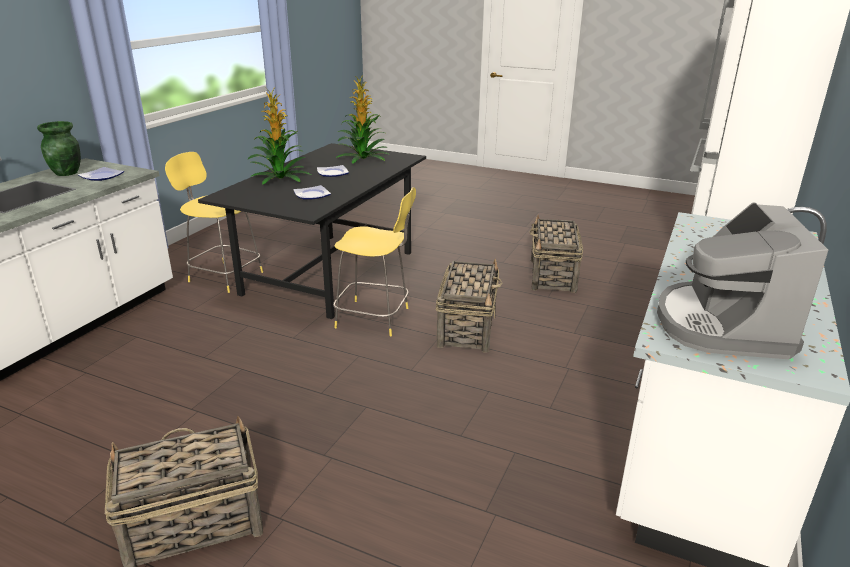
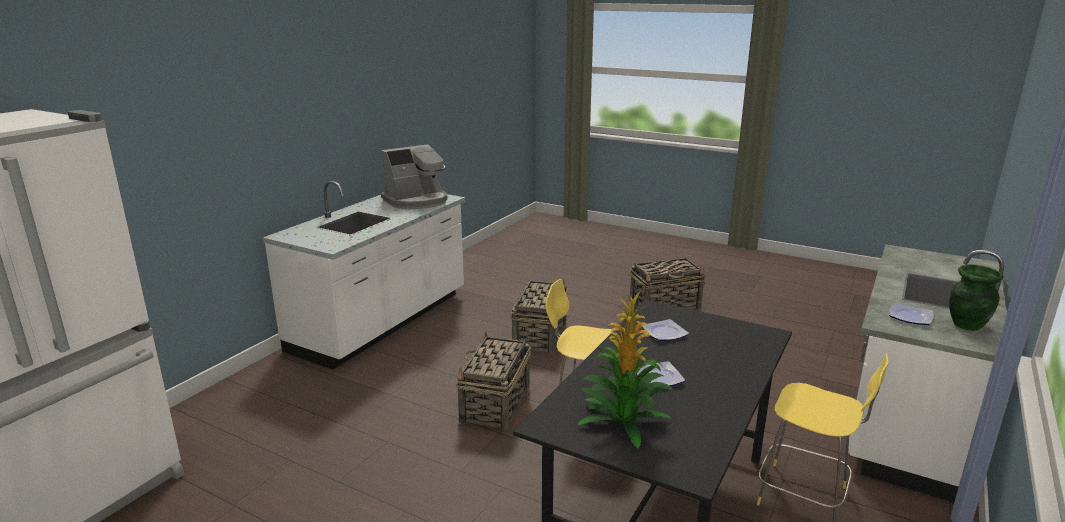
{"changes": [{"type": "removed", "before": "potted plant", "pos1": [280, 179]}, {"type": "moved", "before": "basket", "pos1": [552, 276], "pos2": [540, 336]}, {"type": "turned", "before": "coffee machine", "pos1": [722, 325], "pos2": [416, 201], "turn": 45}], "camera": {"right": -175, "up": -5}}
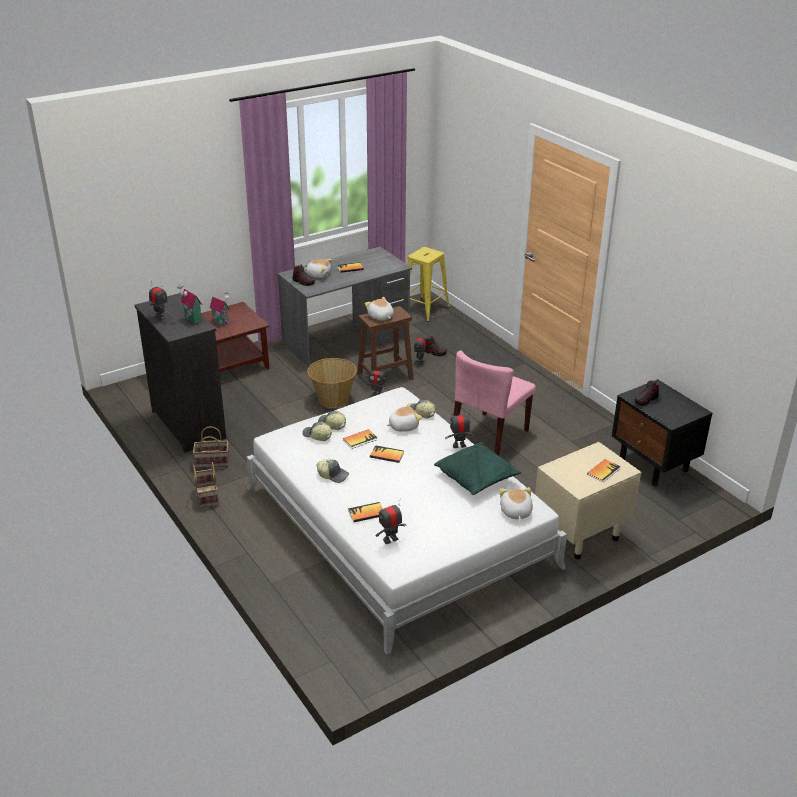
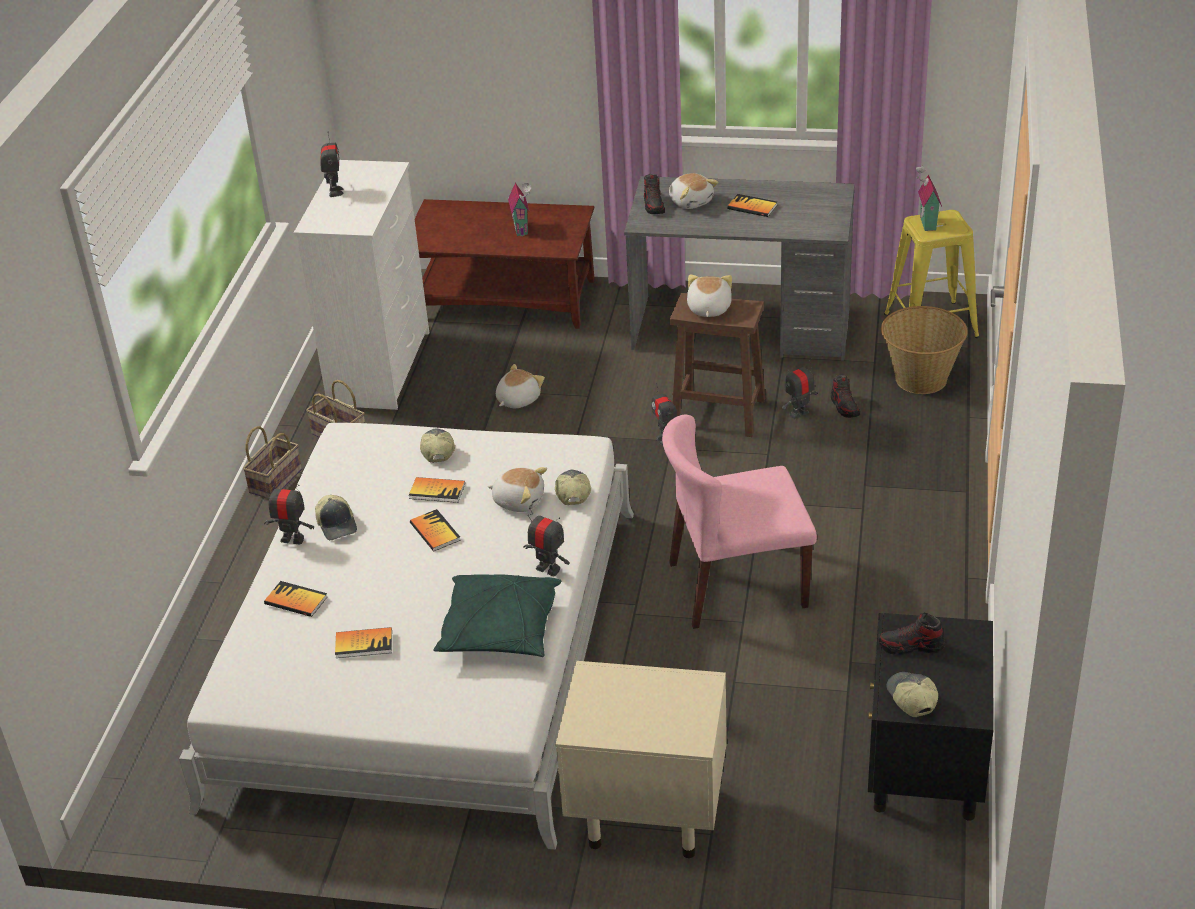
{"changes": [{"type": "recoloured", "before": "dresser (black)", "after": "dresser (white)", "pos1": [188, 424], "pos2": [381, 367]}, {"type": "moved", "before": "toy house", "pos1": [192, 320], "pos2": [926, 224]}, {"type": "moved", "before": "cap", "pos1": [317, 436], "pos2": [911, 698]}, {"type": "moved", "before": "basket", "pos1": [333, 399], "pos2": [920, 378]}, {"type": "moved", "before": "toy robot", "pos1": [390, 539], "pos2": [292, 539]}, {"type": "moved", "before": "plush toy", "pos1": [515, 512], "pos2": [517, 400]}, {"type": "moved", "before": "book", "pos1": [603, 471], "pos2": [364, 644]}], "camera": {"right": 45, "up": 5}}
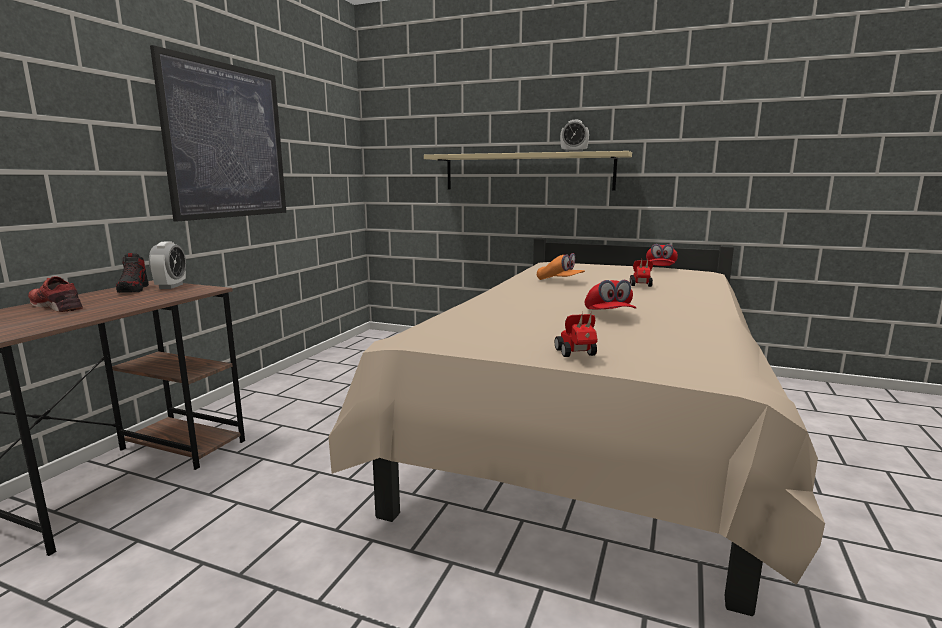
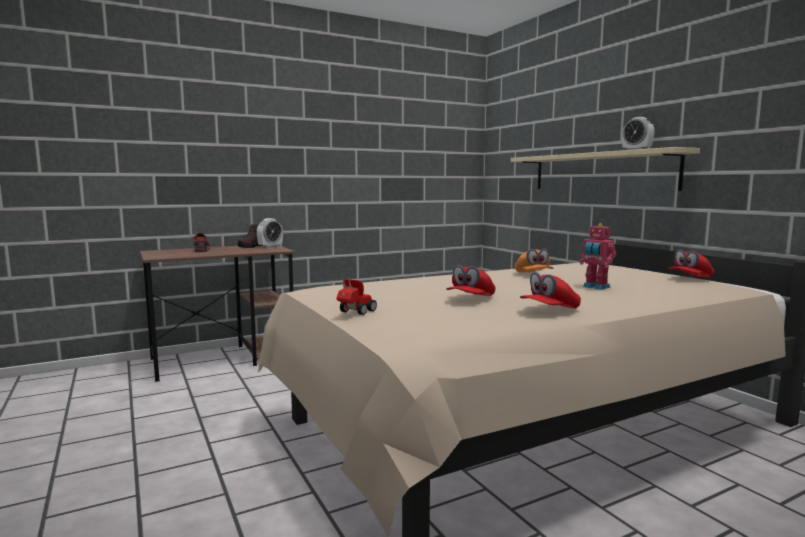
{"changes": [{"type": "removed", "before": "picture", "pos1": [227, 142]}, {"type": "replaced", "before": "toy car", "after": "toy robot", "pos1": [641, 286], "pos2": [595, 287]}, {"type": "added", "after": "cap (red)", "pos2": [549, 310]}], "camera": {"right": 40, "up": -5}}
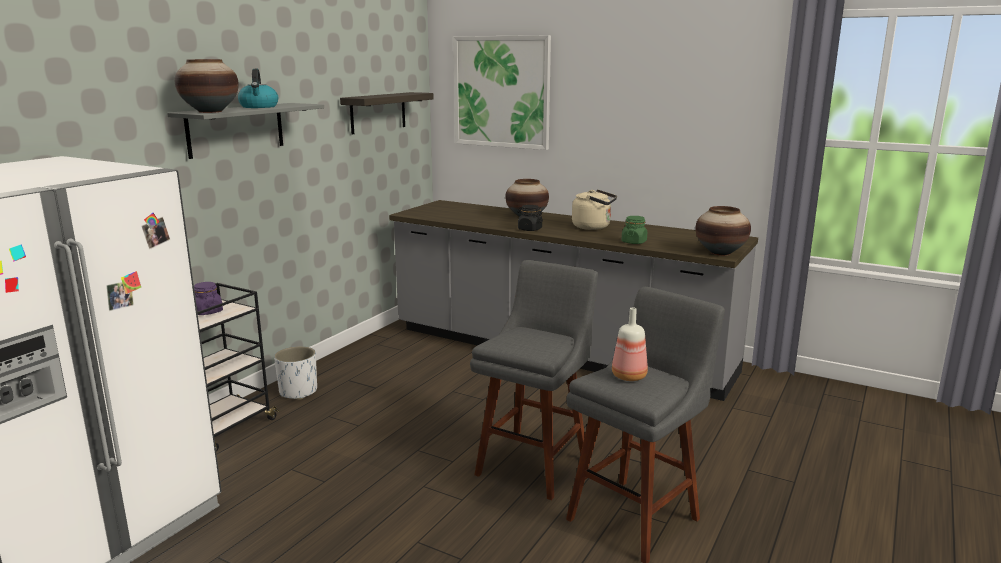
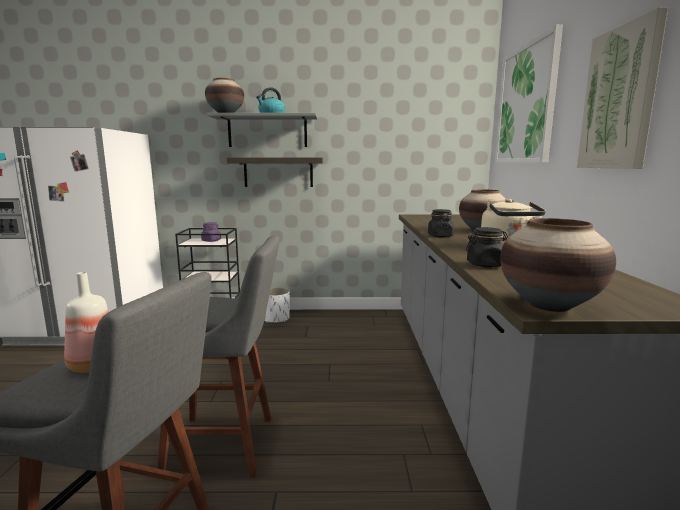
{"changes": [{"type": "moved", "before": "shelf", "pos1": [378, 112], "pos2": [278, 172]}, {"type": "recoloured", "before": "jar (green)", "after": "jar (black)", "pos1": [634, 242], "pos2": [485, 264]}, {"type": "added", "after": "picture", "pos2": [620, 99]}], "camera": {"right": 60, "up": -5}}
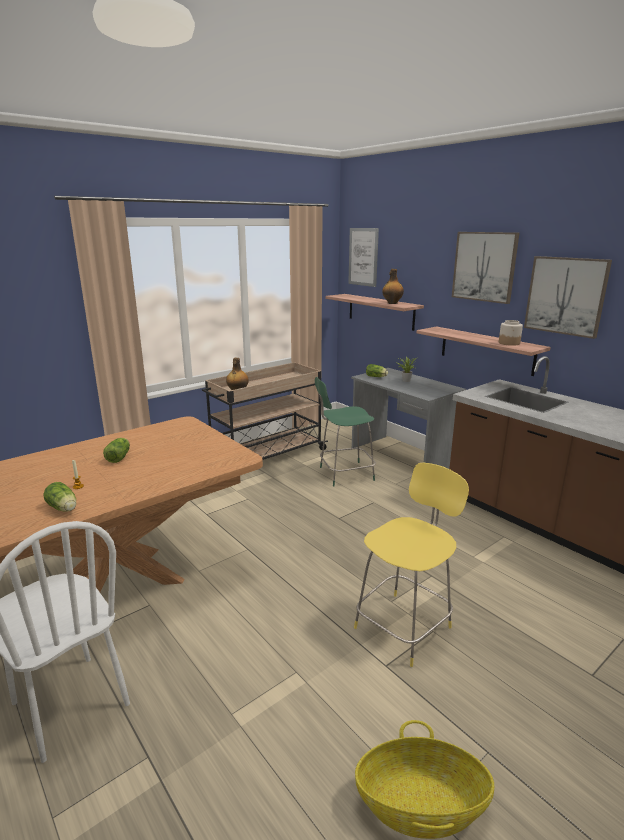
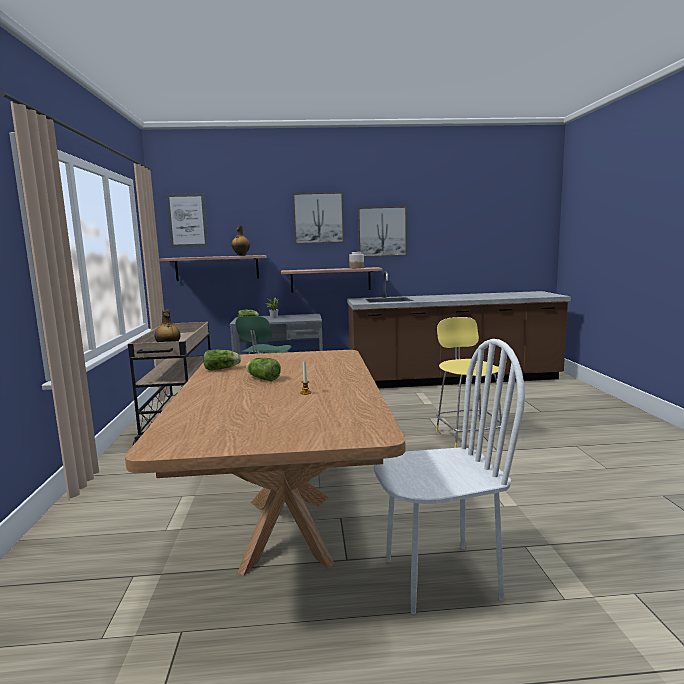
{"changes": [{"type": "moved", "before": "lettuce", "pos1": [63, 508], "pos2": [223, 369]}, {"type": "removed", "before": "basket", "pos1": [420, 805]}], "camera": {"right": -55, "up": -10}}
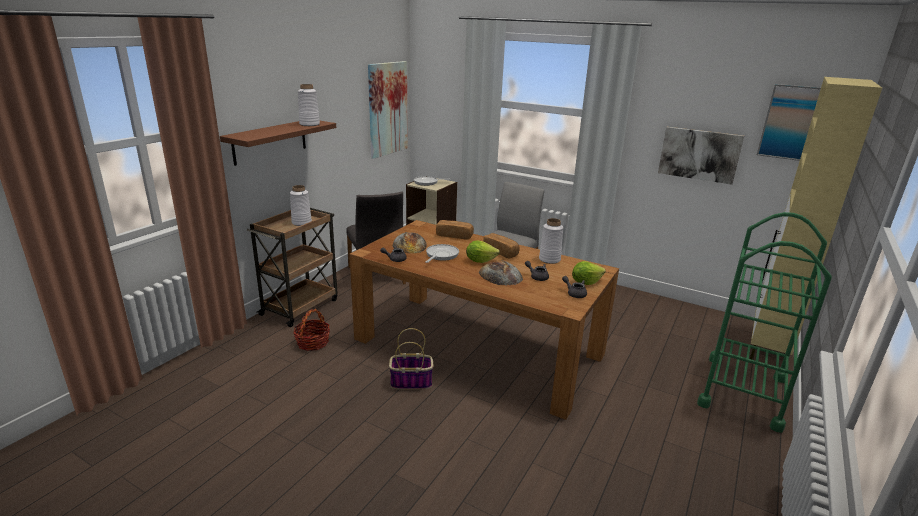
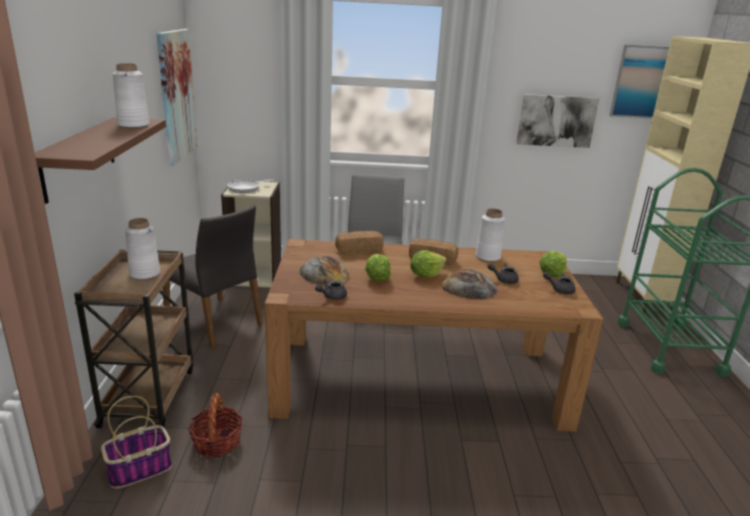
{"changes": [{"type": "moved", "before": "basket", "pos1": [412, 382], "pos2": [140, 469]}, {"type": "replaced", "before": "frying pan", "after": "lettuce", "pos1": [441, 255], "pos2": [376, 278]}], "camera": {"right": -30, "up": 0}}
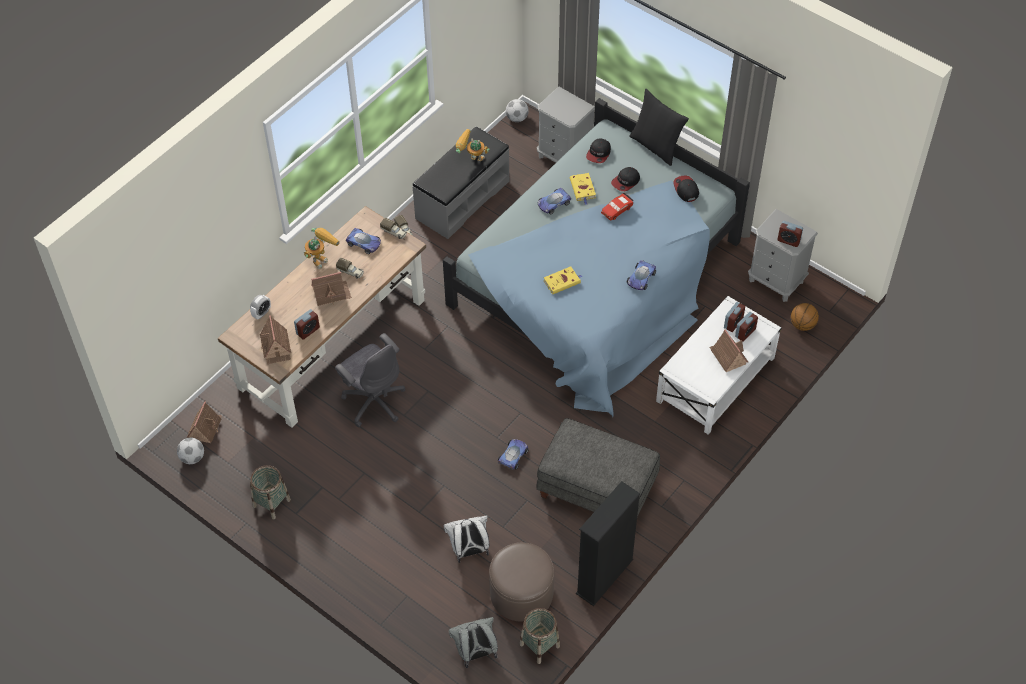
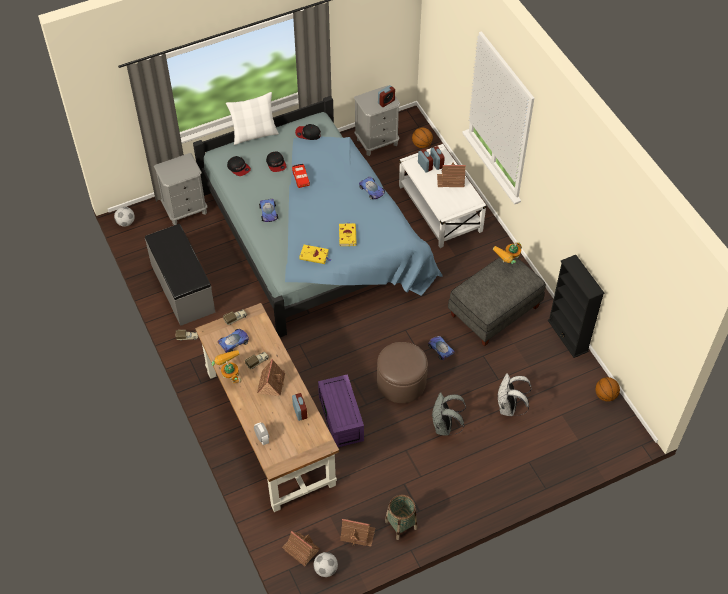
{"changes": [{"type": "moved", "before": "toy house", "pos1": [276, 347], "pos2": [357, 534]}, {"type": "replaced", "before": "office chair (grey)", "after": "storage box (purple)", "pos1": [374, 401], "pos2": [342, 419]}, {"type": "moved", "before": "backpack (grey)", "pos1": [475, 653], "pos2": [444, 427]}, {"type": "moved", "before": "toy robot", "pos1": [471, 160], "pos2": [507, 264]}, {"type": "moved", "before": "ottoman (brown)", "pos1": [521, 593], "pos2": [401, 382]}, {"type": "replaced", "before": "basket", "after": "basketball", "pos1": [539, 645], "pos2": [605, 395]}, {"type": "moved", "before": "book (yellow)", "pos1": [583, 189], "pos2": [315, 256]}, {"type": "recoloured", "before": "pillow (black)", "after": "pillow (white)", "pos1": [655, 146], "pos2": [254, 134]}], "camera": {"right": -65, "up": 0}}
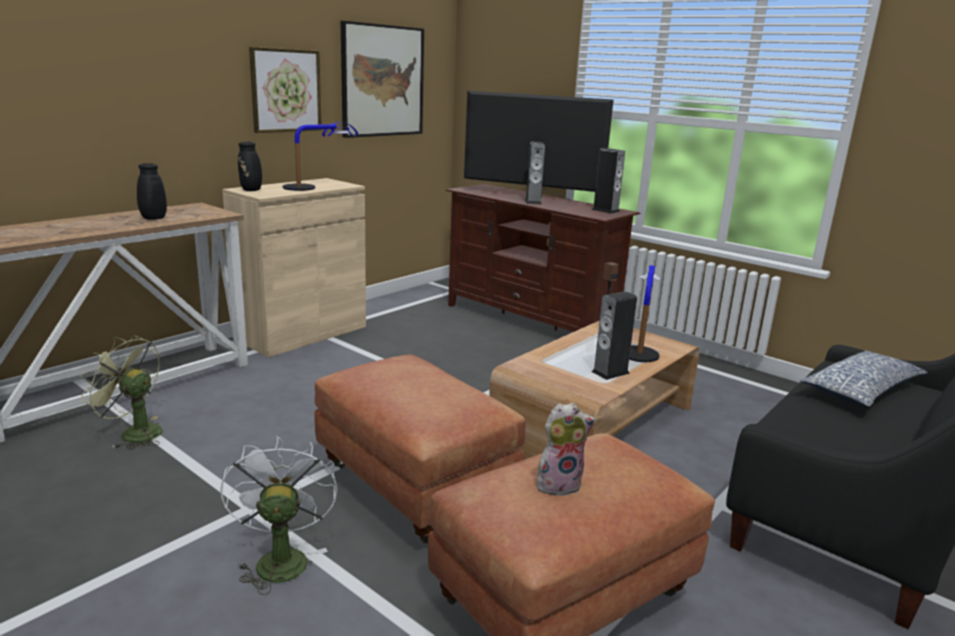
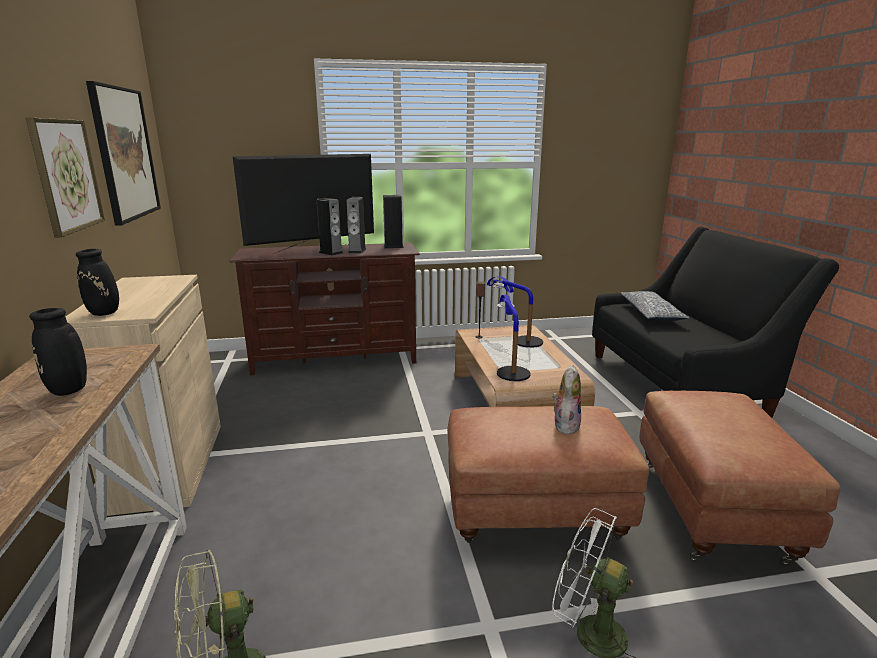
{"changes": [{"type": "moved", "before": "table lamp", "pos1": [314, 186], "pos2": [510, 366]}, {"type": "moved", "before": "plush toy", "pos1": [559, 484], "pos2": [565, 425]}, {"type": "moved", "before": "speaker", "pos1": [610, 372], "pos2": [357, 251]}], "camera": {"right": -50, "up": 0}}
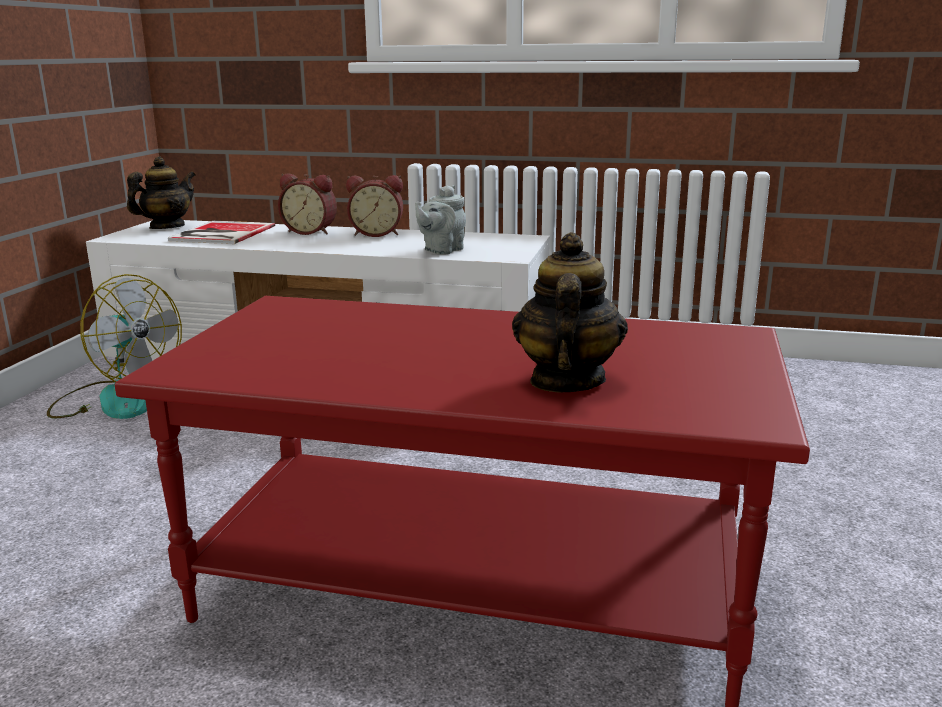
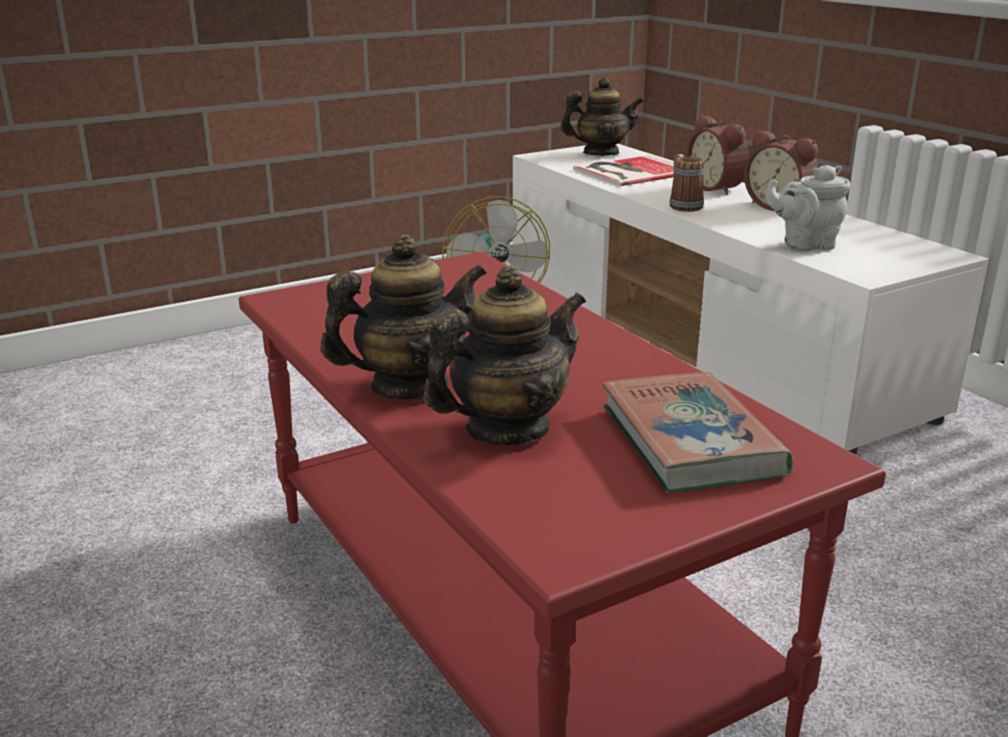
{"changes": [{"type": "added", "after": "teapot", "pos2": [409, 386]}, {"type": "added", "after": "book", "pos2": [690, 441]}, {"type": "added", "after": "mug", "pos2": [683, 205]}], "camera": {"right": 45, "up": 5}}
